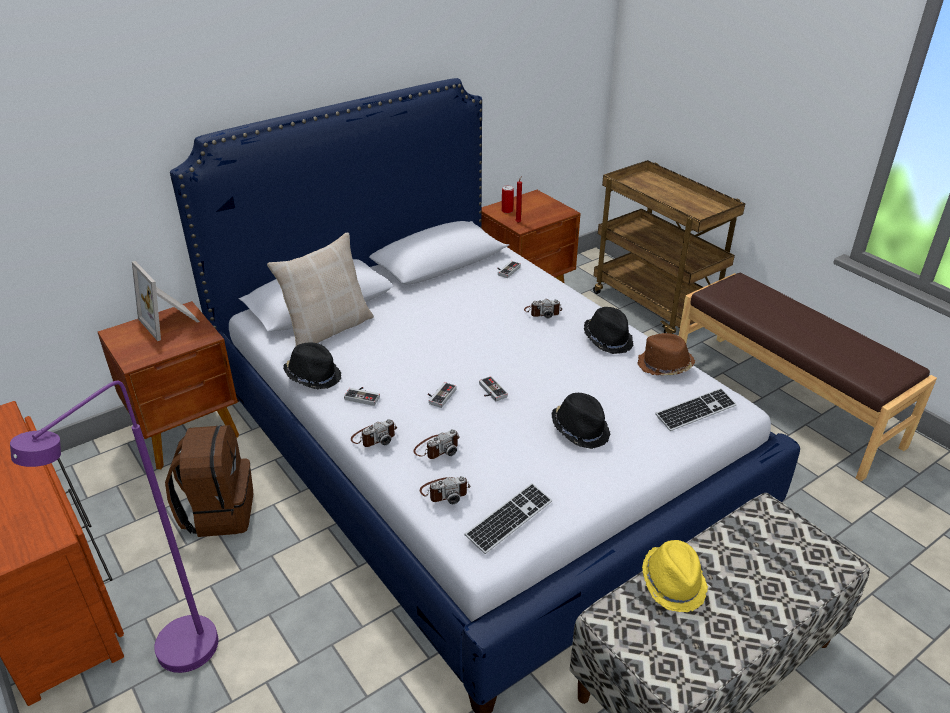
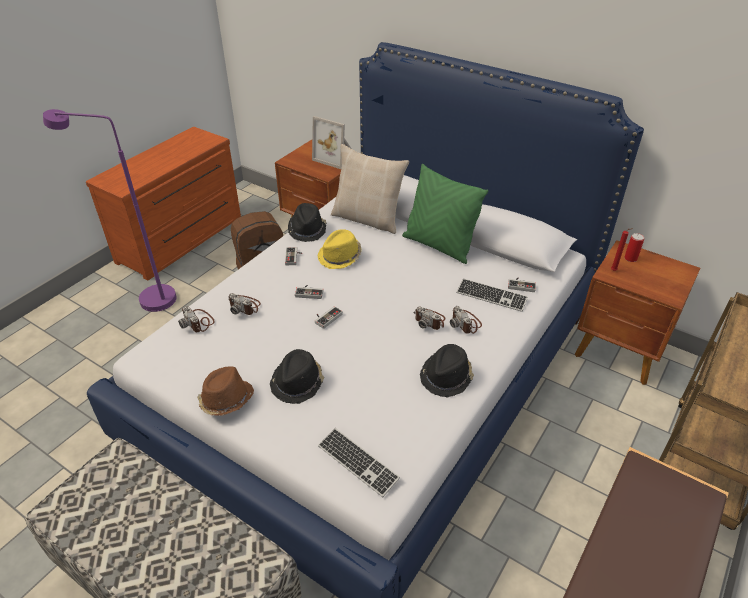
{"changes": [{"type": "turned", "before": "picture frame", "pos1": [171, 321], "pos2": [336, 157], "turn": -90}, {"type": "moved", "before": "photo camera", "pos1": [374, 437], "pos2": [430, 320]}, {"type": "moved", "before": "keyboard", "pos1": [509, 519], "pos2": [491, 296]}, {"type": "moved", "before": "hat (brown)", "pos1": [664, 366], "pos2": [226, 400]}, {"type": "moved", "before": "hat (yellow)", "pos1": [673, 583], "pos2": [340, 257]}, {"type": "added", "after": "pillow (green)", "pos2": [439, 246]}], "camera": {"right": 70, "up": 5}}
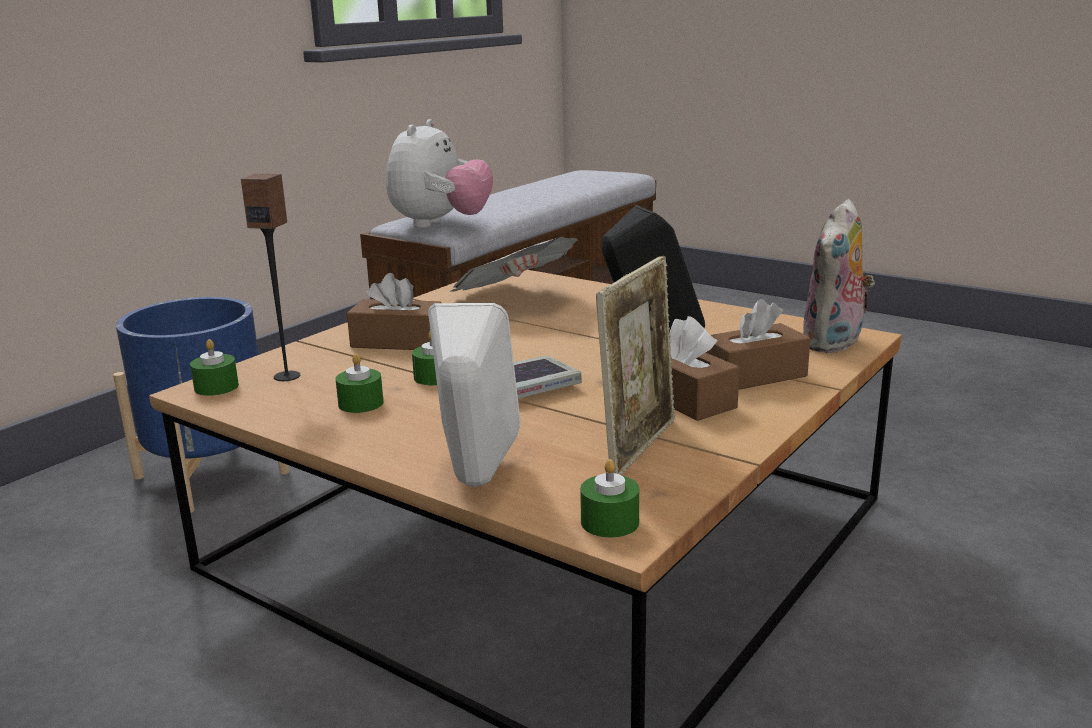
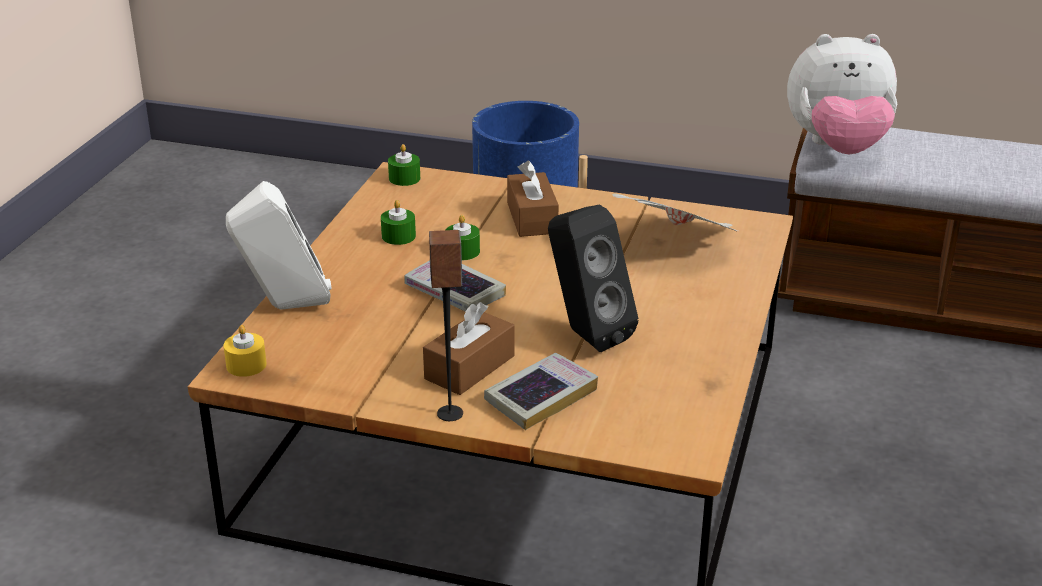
{"changes": [{"type": "moved", "before": "speaker", "pos1": [287, 376], "pos2": [450, 413]}, {"type": "recoloured", "before": "candle (green)", "after": "candle (yellow)", "pos1": [609, 522], "pos2": [246, 365]}, {"type": "removed", "before": "picture frame", "pos1": [638, 447]}, {"type": "replaced", "before": "tissue box (brown)", "after": "book", "pos1": [753, 375], "pos2": [541, 397]}, {"type": "removed", "before": "plush toy", "pos1": [834, 344]}], "camera": {"right": 70, "up": 10}}
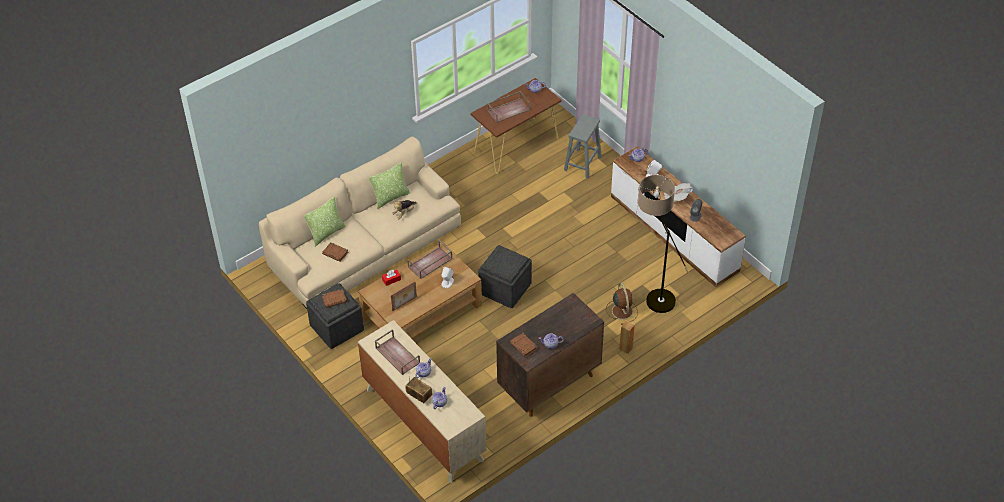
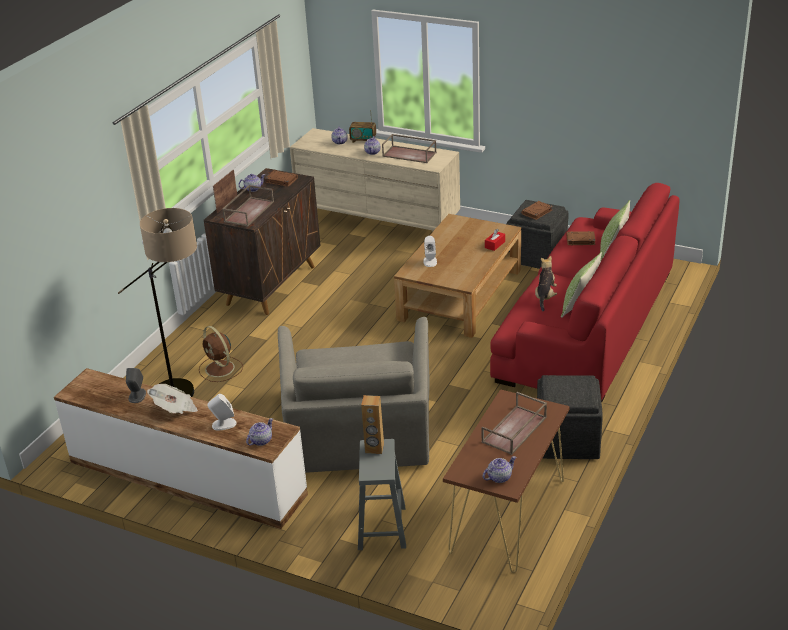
{"changes": [{"type": "recoloured", "before": "sofa (beige)", "after": "sofa (red)", "pos1": [365, 247], "pos2": [586, 325]}, {"type": "moved", "before": "picture frame", "pos1": [404, 304], "pos2": [226, 204]}, {"type": "moved", "before": "tray (brown)", "pos1": [430, 263], "pos2": [249, 211]}, {"type": "moved", "before": "ottoman (grey)", "pos1": [505, 289], "pos2": [566, 439]}, {"type": "moved", "before": "speaker (brown)", "pos1": [625, 348], "pos2": [374, 448]}, {"type": "added", "after": "armchair (grey)", "pos2": [358, 425]}], "camera": {"right": 155, "up": -15}}
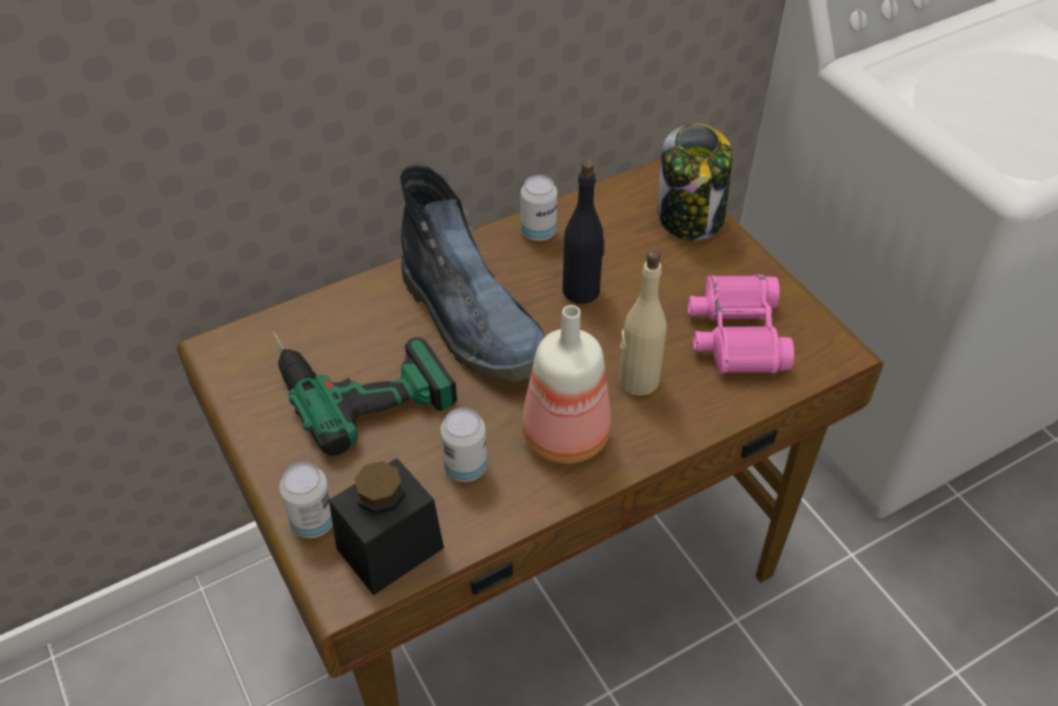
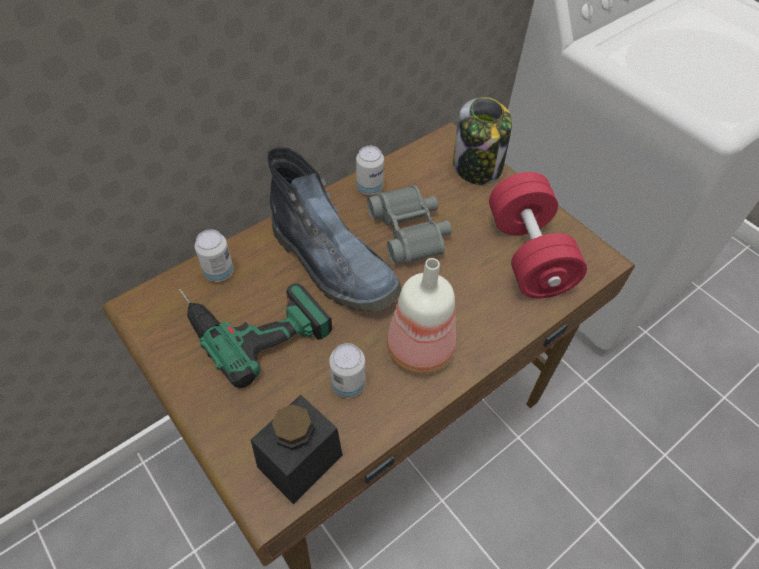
{"changes": [{"type": "moved", "before": "can", "pos1": [313, 522], "pos2": [219, 272]}, {"type": "replaced", "before": "bottle (black)", "after": "binoculars (grey)", "pos1": [581, 291], "pos2": [410, 231]}, {"type": "removed", "before": "bottle (beige)", "pos1": [638, 380]}, {"type": "replaced", "before": "binoculars (pink)", "after": "dumbbell (red)", "pos1": [735, 334], "pos2": [528, 254]}], "camera": {"right": -10, "up": 5}}
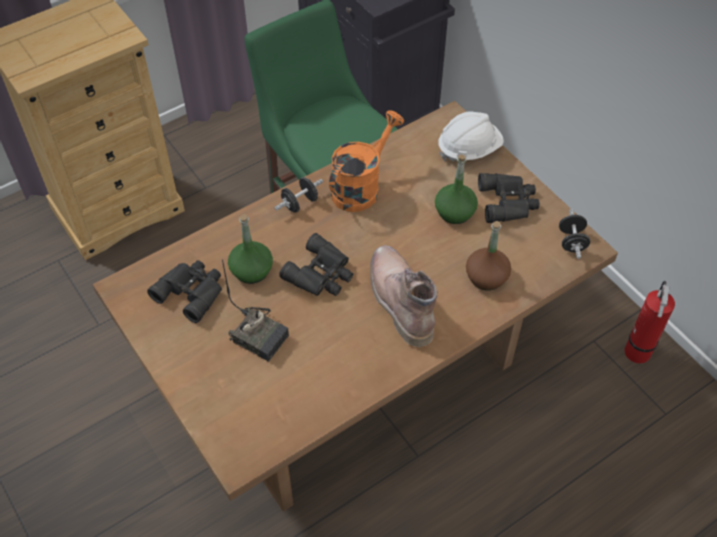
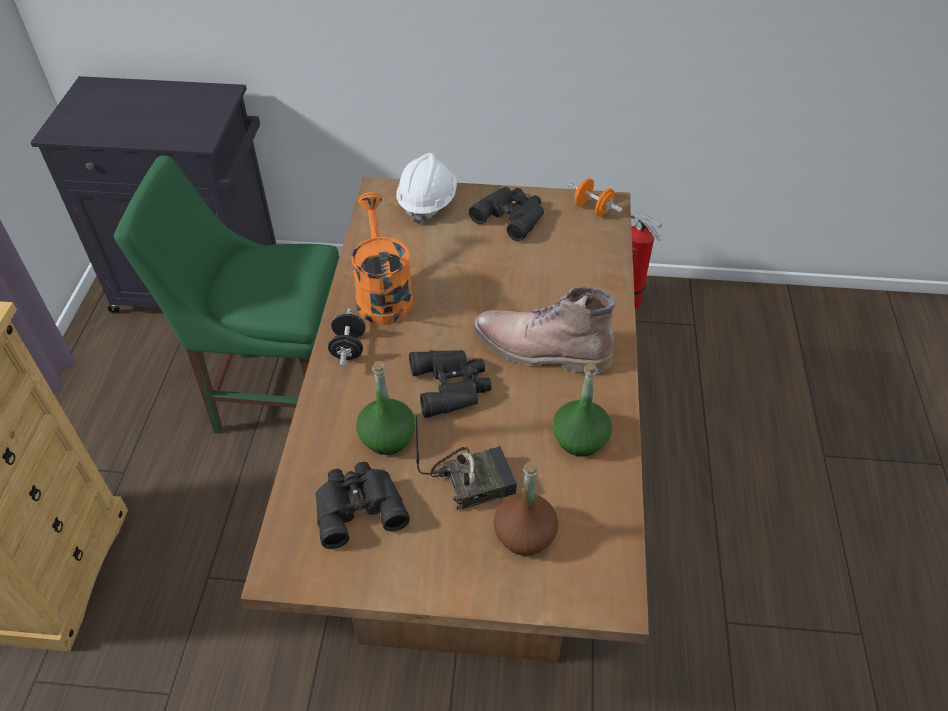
{"changes": [{"type": "moved", "before": "bottle (green)", "pos1": [454, 212], "pos2": [579, 438]}, {"type": "moved", "before": "bottle (brown)", "pos1": [486, 277], "pos2": [525, 535]}, {"type": "recoloured", "before": "dumbbell (black)", "after": "dumbbell (orange)", "pos1": [571, 242], "pos2": [592, 208]}], "camera": {"right": -50, "up": -5}}
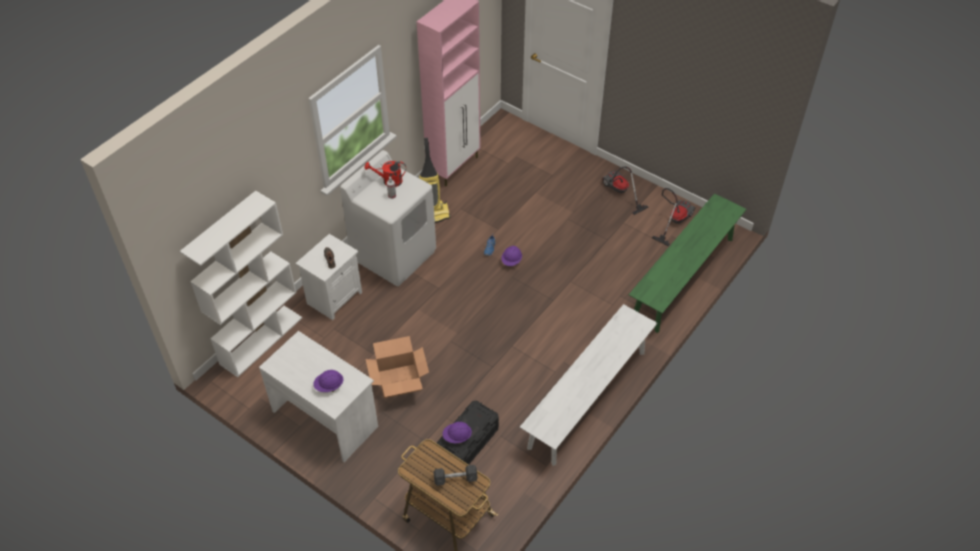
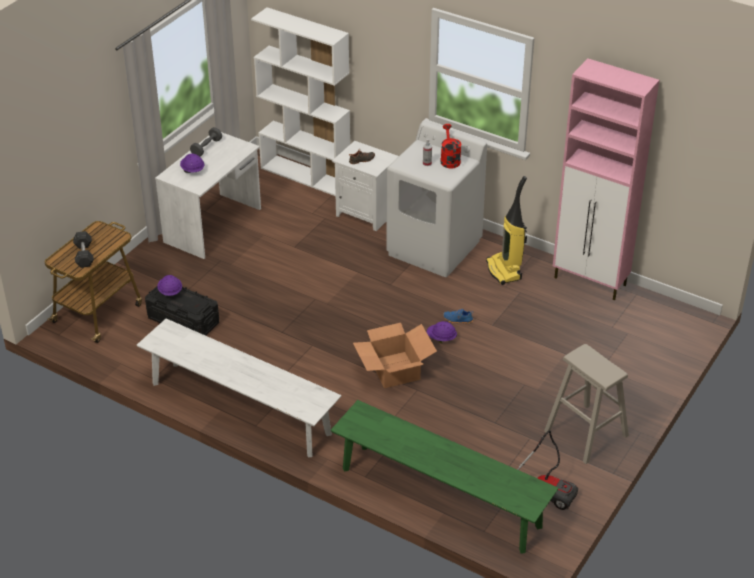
{"changes": [{"type": "moved", "before": "cardboard box", "pos1": [399, 381], "pos2": [394, 370]}, {"type": "replaced", "before": "vacuum cleaner", "after": "stool (beige)", "pos1": [619, 192], "pos2": [586, 433]}, {"type": "added", "after": "dumbbell (grey)", "pos2": [206, 148]}], "camera": {"right": 85, "up": -10}}
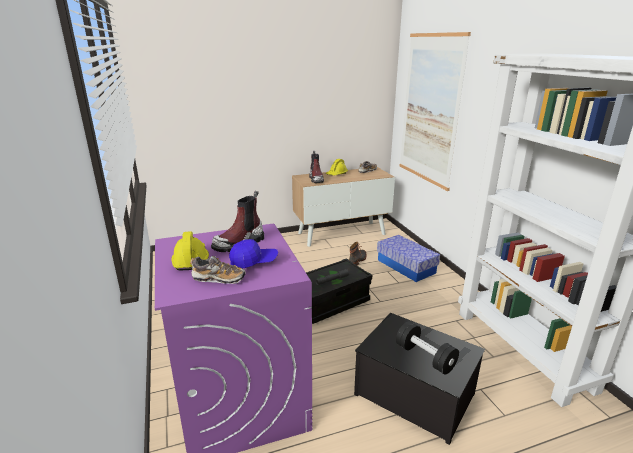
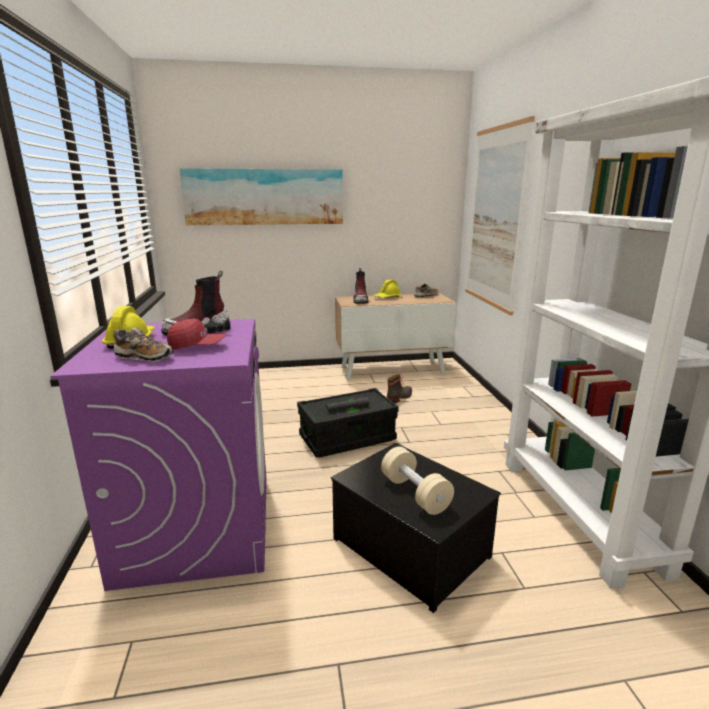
{"changes": [{"type": "recoloured", "before": "cap (blue)", "after": "cap (red)", "pos1": [253, 262], "pos2": [197, 347]}, {"type": "removed", "before": "storage box", "pos1": [406, 266]}, {"type": "recoloured", "before": "dumbbell (black)", "after": "dumbbell (beige)", "pos1": [425, 357], "pos2": [415, 493]}, {"type": "added", "after": "picture", "pos2": [264, 197]}], "camera": {"right": 10, "up": -5}}
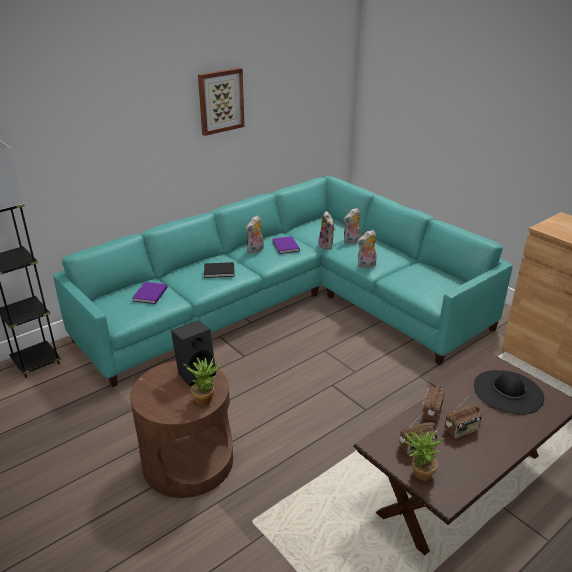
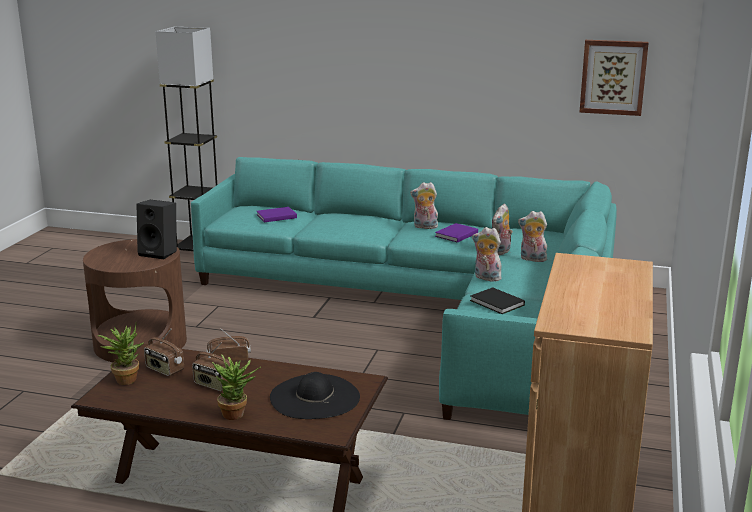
{"changes": [{"type": "moved", "before": "potted plant", "pos1": [205, 398], "pos2": [237, 414]}, {"type": "moved", "before": "picture", "pos1": [220, 101], "pos2": [613, 77]}, {"type": "moved", "before": "book (black)", "pos1": [220, 271], "pos2": [497, 303]}], "camera": {"right": 55, "up": -10}}
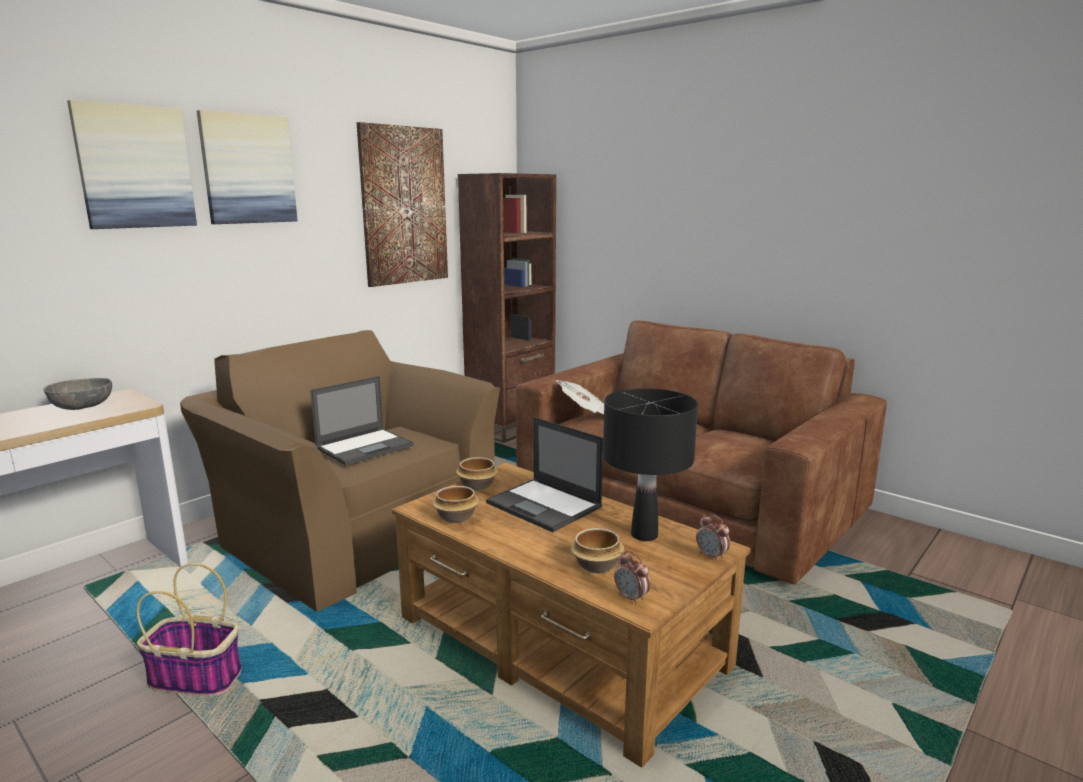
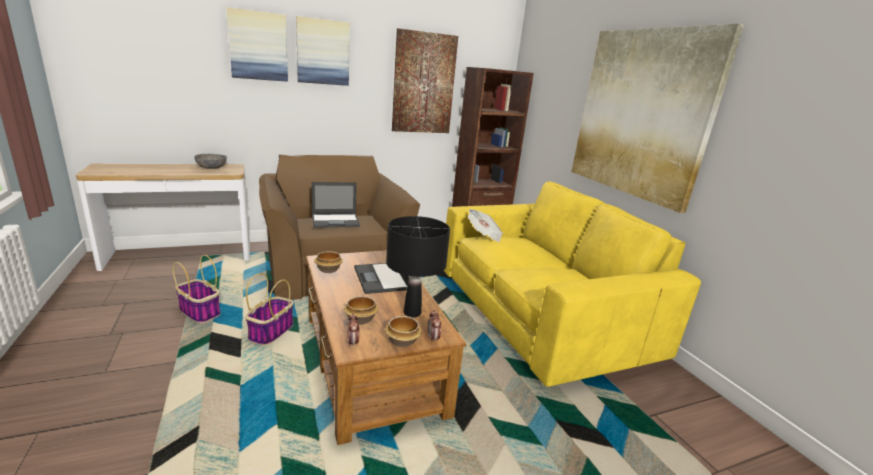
{"changes": [{"type": "moved", "before": "bowl", "pos1": [476, 485], "pos2": [402, 341]}, {"type": "recoloured", "before": "sofa (brown)", "after": "sofa (yellow)", "pos1": [689, 500], "pos2": [541, 311]}, {"type": "added", "after": "basket", "pos2": [271, 331]}, {"type": "added", "after": "picture", "pos2": [642, 114]}], "camera": {"right": 25, "up": 5}}
